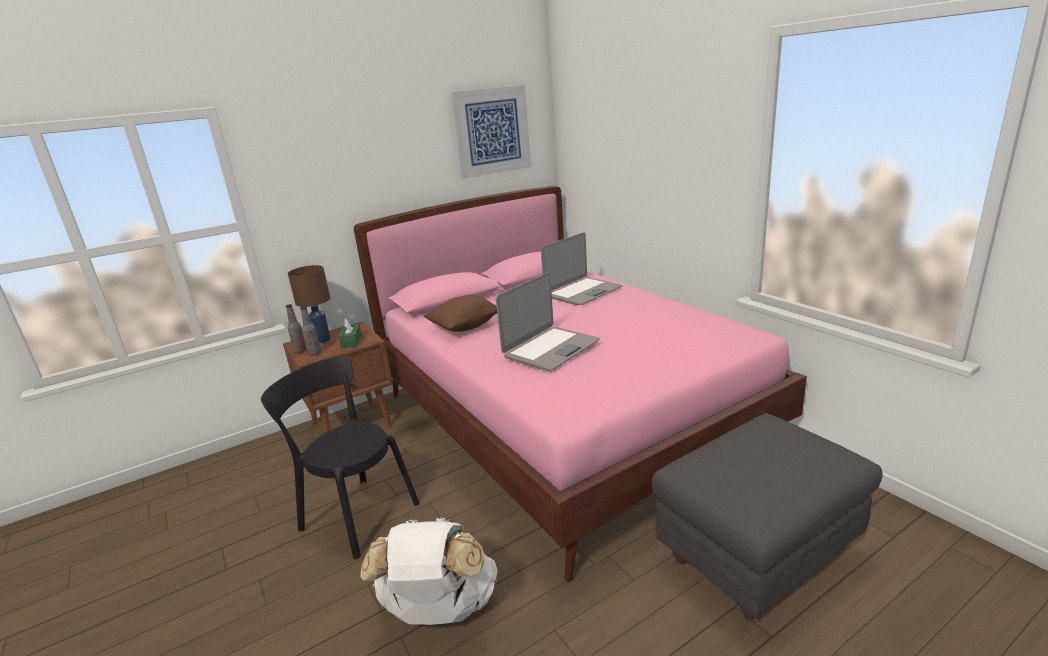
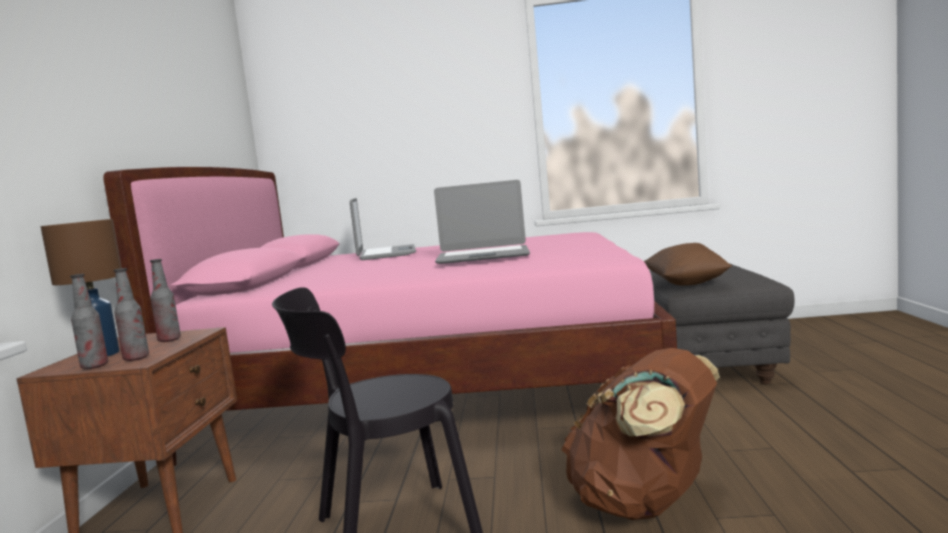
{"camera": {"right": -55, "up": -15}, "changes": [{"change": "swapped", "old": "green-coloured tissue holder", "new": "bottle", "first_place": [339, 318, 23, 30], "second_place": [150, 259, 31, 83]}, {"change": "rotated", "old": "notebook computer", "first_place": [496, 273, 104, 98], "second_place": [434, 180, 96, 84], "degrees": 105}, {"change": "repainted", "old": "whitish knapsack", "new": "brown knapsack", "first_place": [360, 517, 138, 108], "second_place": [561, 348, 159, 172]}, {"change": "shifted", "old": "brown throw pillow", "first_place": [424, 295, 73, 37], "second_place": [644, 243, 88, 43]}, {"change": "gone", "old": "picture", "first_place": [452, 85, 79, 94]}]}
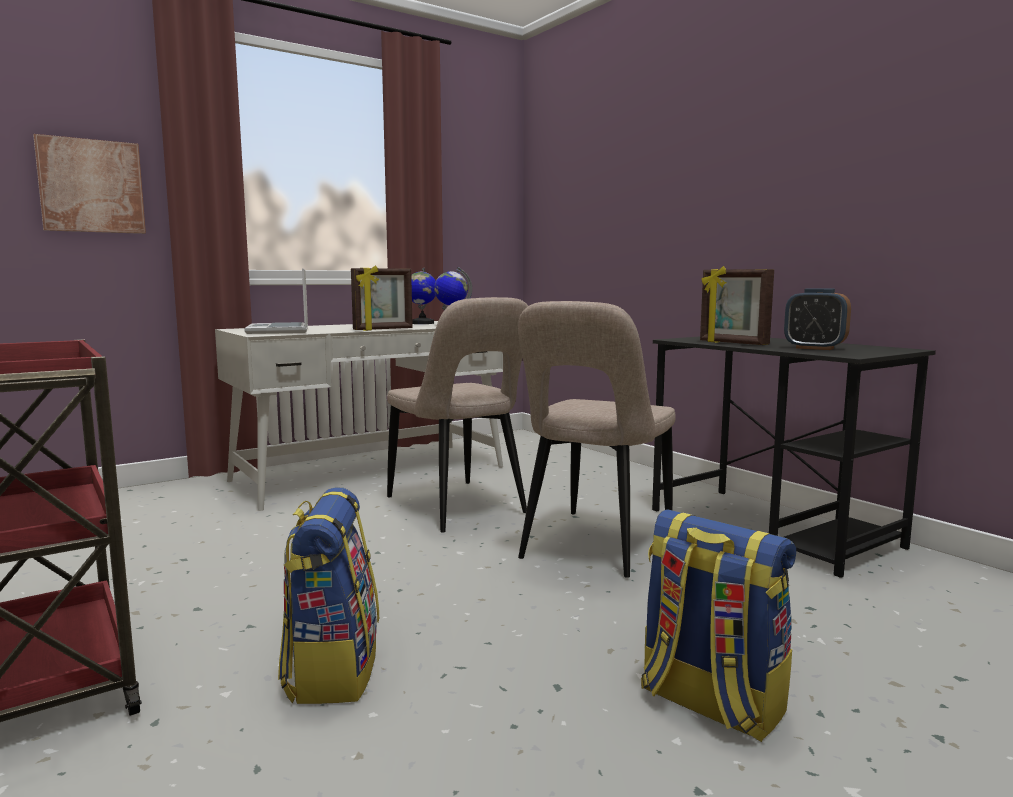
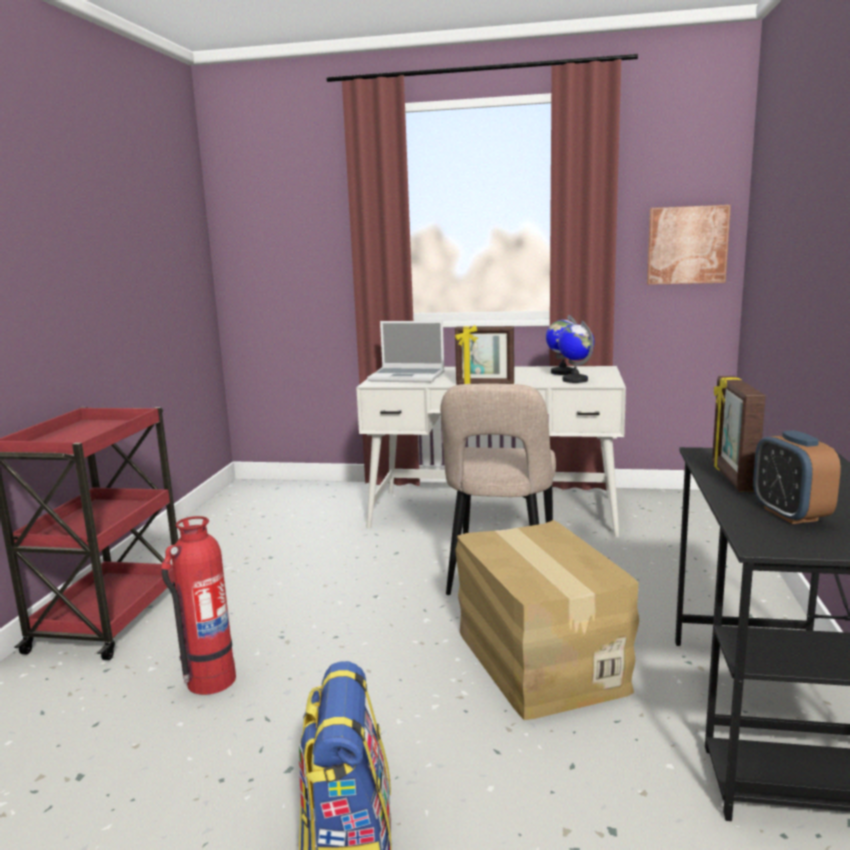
{"camera": {"right": 45, "up": 5}, "changes": [{"change": "swapped", "old": "knapsack", "new": "fire extinguisher", "first_place": [278, 487, 101, 217], "second_place": [161, 516, 75, 179]}, {"change": "rotated", "old": "notebook computer", "first_place": [244, 268, 64, 66], "second_place": [367, 321, 78, 62], "degrees": -105}, {"change": "swapped", "old": "sand-coloured chair", "new": "packing box", "first_place": [518, 301, 158, 277], "second_place": [455, 520, 184, 200]}, {"change": "shifted", "old": "picture", "first_place": [33, 134, 113, 100], "second_place": [647, 205, 84, 80]}]}
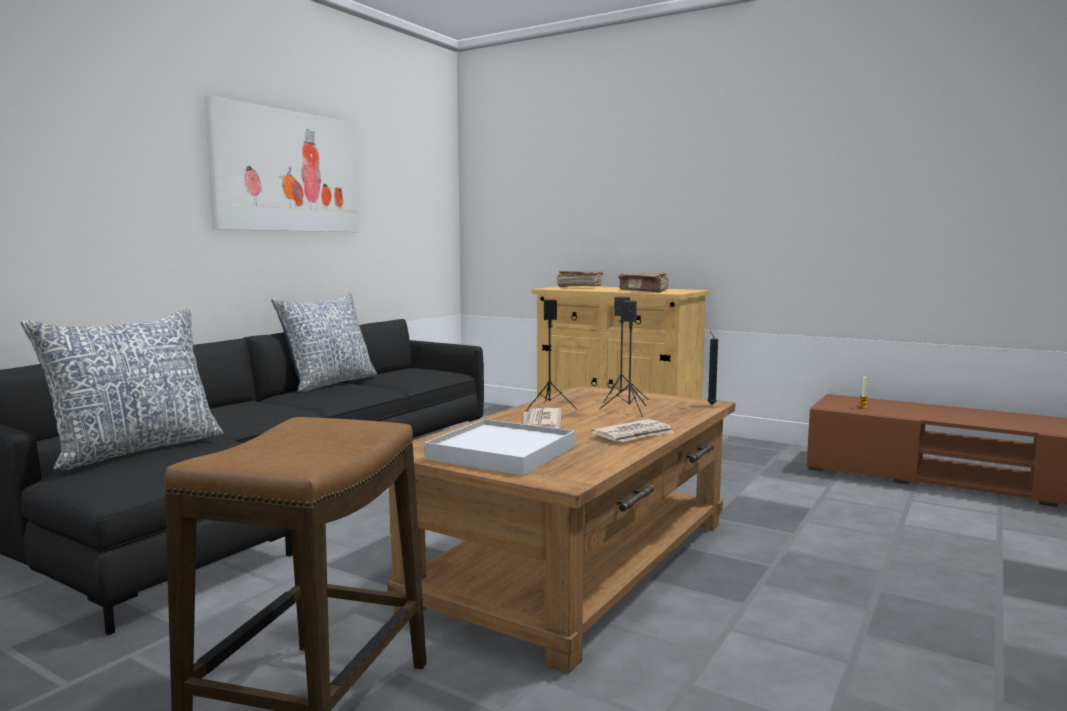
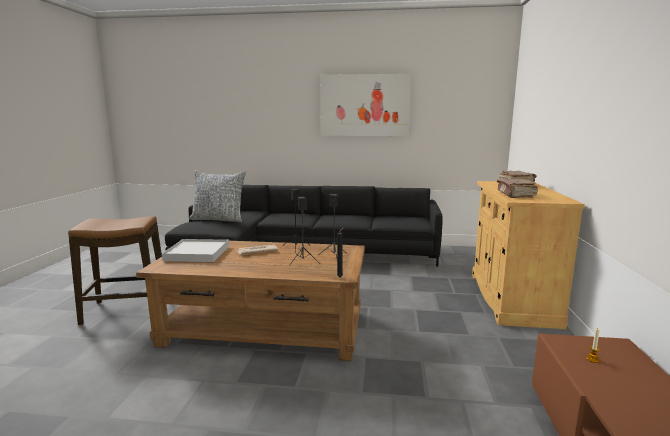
{"camera": {"right": 65, "up": 5}, "changes": [{"change": "gone", "old": "throw pillow", "first_place": [271, 292, 106, 101]}, {"change": "gone", "old": "daily paper", "first_place": [591, 419, 83, 23]}]}
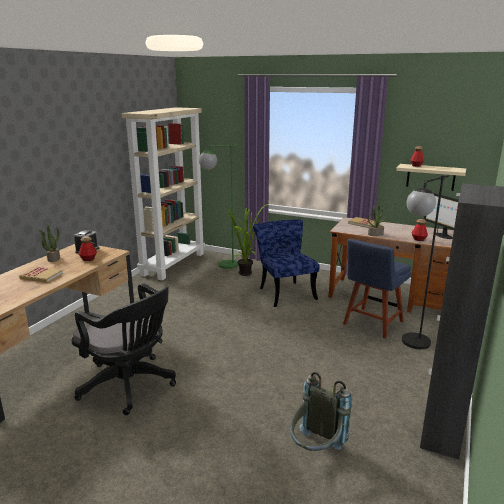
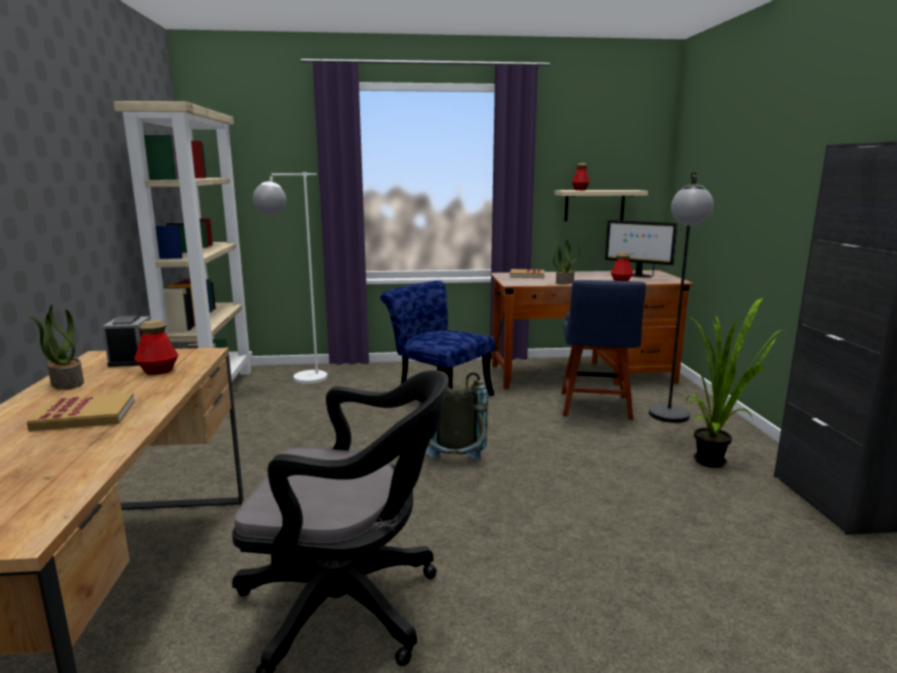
{"camera": {"right": -30, "up": -5}, "changes": [{"change": "repainted", "old": "green-coloured standard lamp", "new": "whitish standard lamp", "first_place": [199, 144, 40, 125], "second_place": [253, 172, 74, 212]}, {"change": "shifted", "old": "grey knapsack", "first_place": [290, 372, 62, 79], "second_place": [425, 372, 63, 88]}, {"change": "shifted", "old": "plant in a pot", "first_place": [228, 203, 43, 73], "second_place": [686, 298, 97, 170]}]}
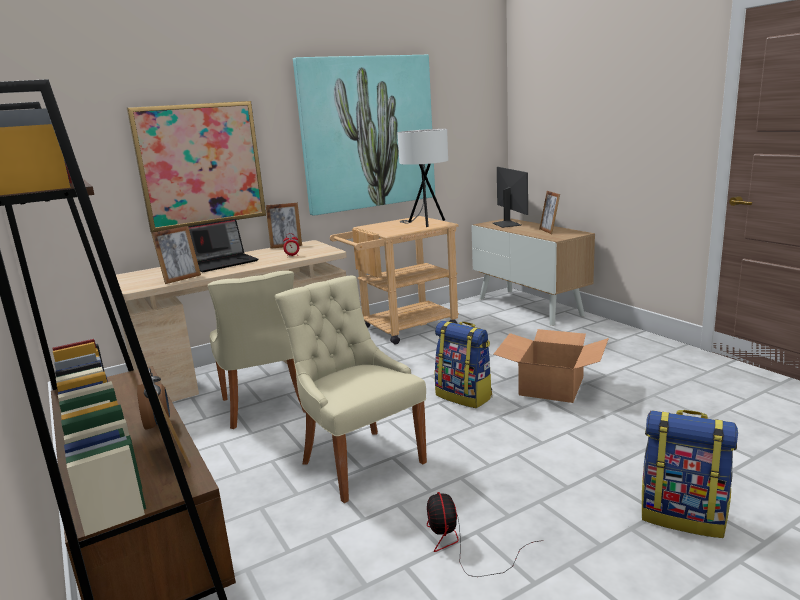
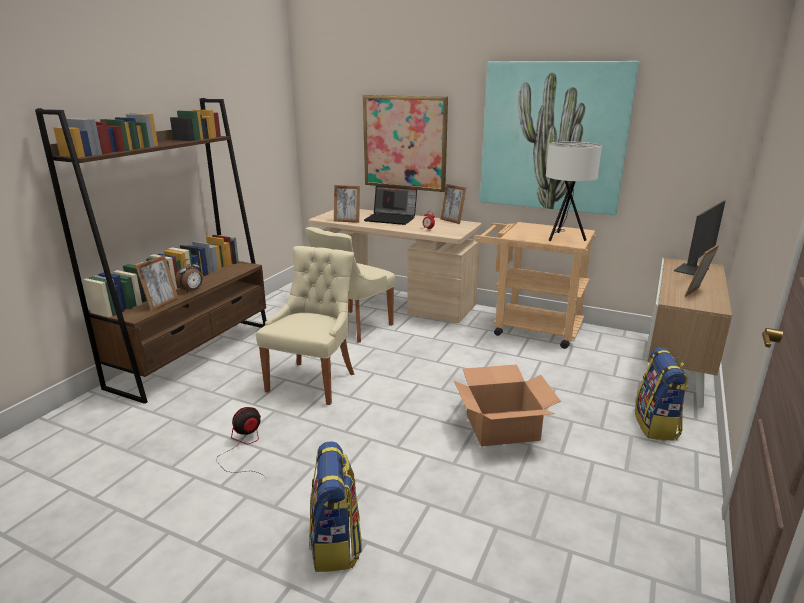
{"camera": {"right": 55, "up": 5}, "changes": [{"change": "shifted", "old": "knapsack", "first_place": [435, 321, 57, 87], "second_place": [635, 347, 53, 94]}]}
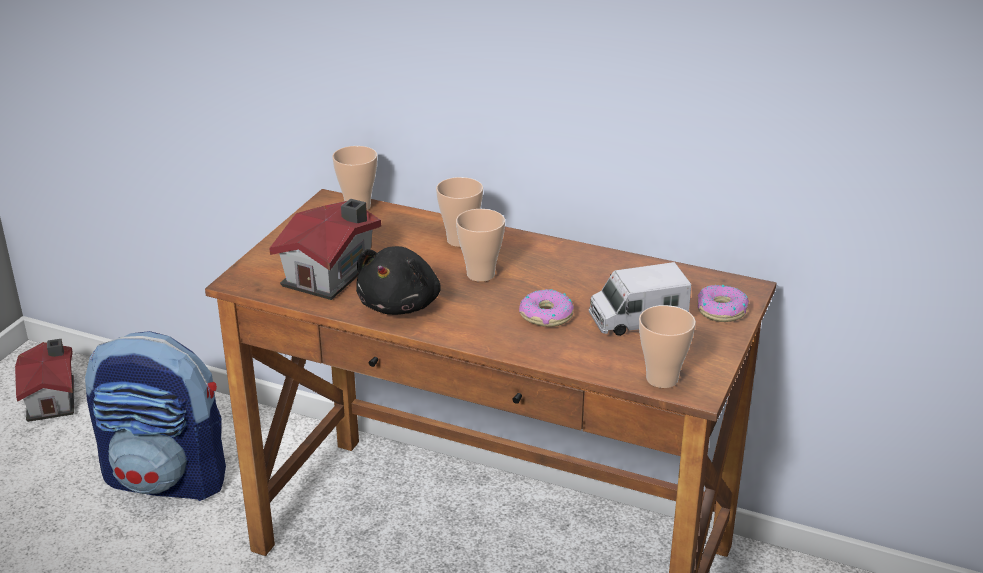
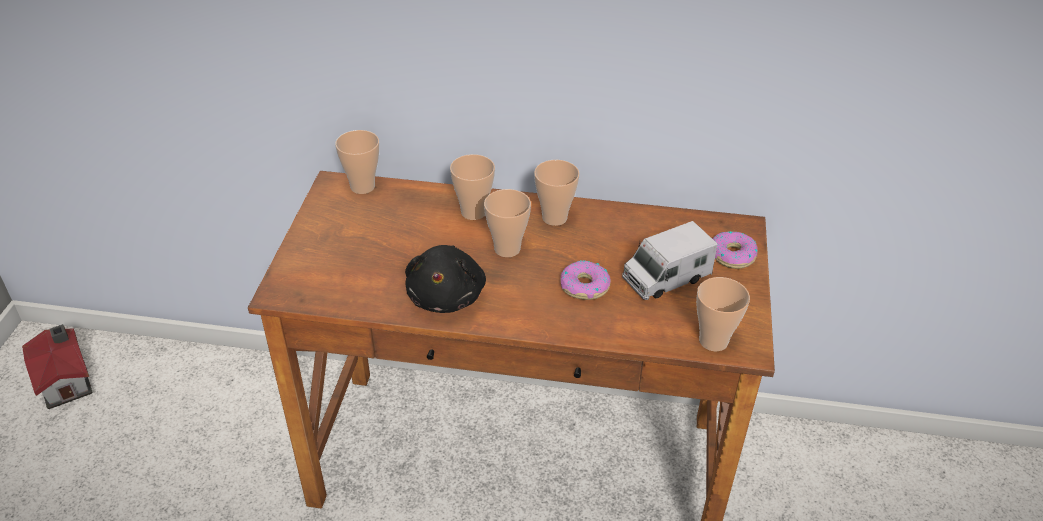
{"camera": {"right": -15, "up": 10}, "changes": [{"change": "new", "new": "small cup", "second_place": [534, 160, 46, 66]}, {"change": "gone", "old": "knapsack", "first_place": [85, 331, 141, 170]}, {"change": "gone", "old": "miniature house", "first_place": [269, 199, 112, 101]}]}
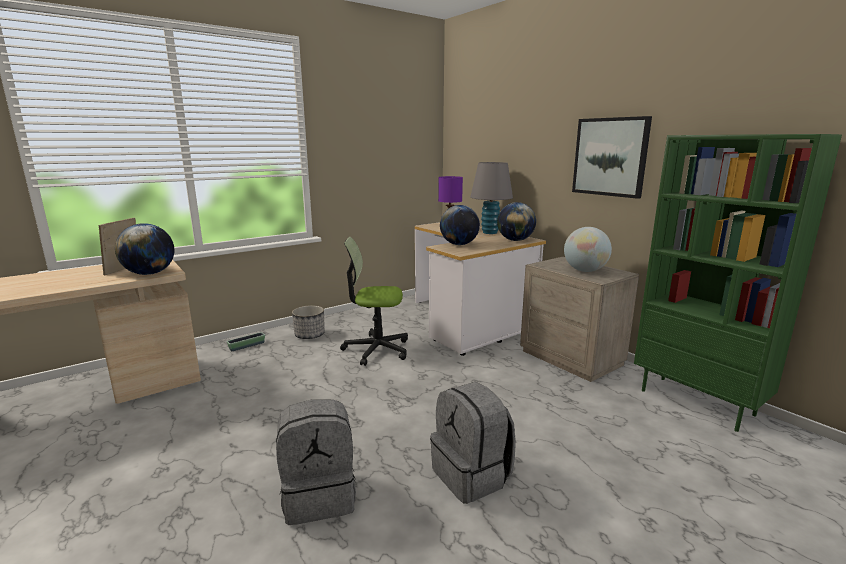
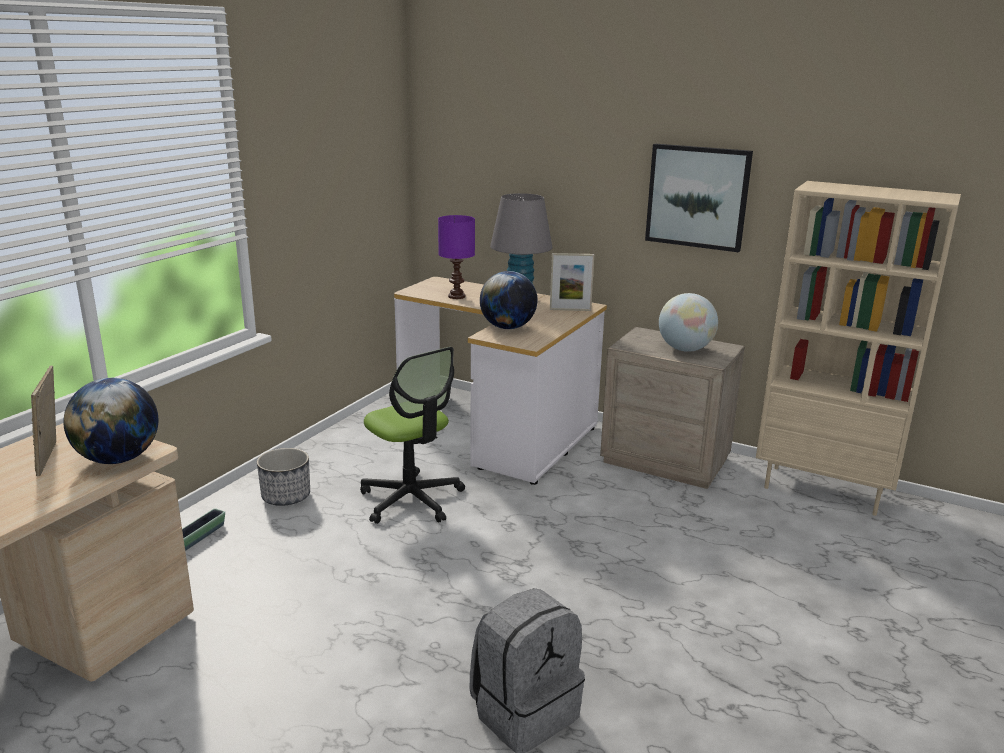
{"camera": {"right": -25, "up": 5}, "changes": [{"change": "rotated", "old": "desk chair", "first_place": [340, 237, 68, 129], "second_place": [360, 347, 105, 177], "degrees": -105}, {"change": "swapped", "old": "desk globe", "new": "photo frame", "first_place": [497, 202, 39, 39], "second_place": [550, 253, 44, 58]}, {"change": "repainted", "old": "green-coloured shelving unit", "new": "sand-coloured shelving unit", "first_place": [634, 134, 208, 298], "second_place": [756, 181, 205, 335]}, {"change": "gone", "old": "grey knapsack", "first_place": [430, 382, 86, 122]}]}
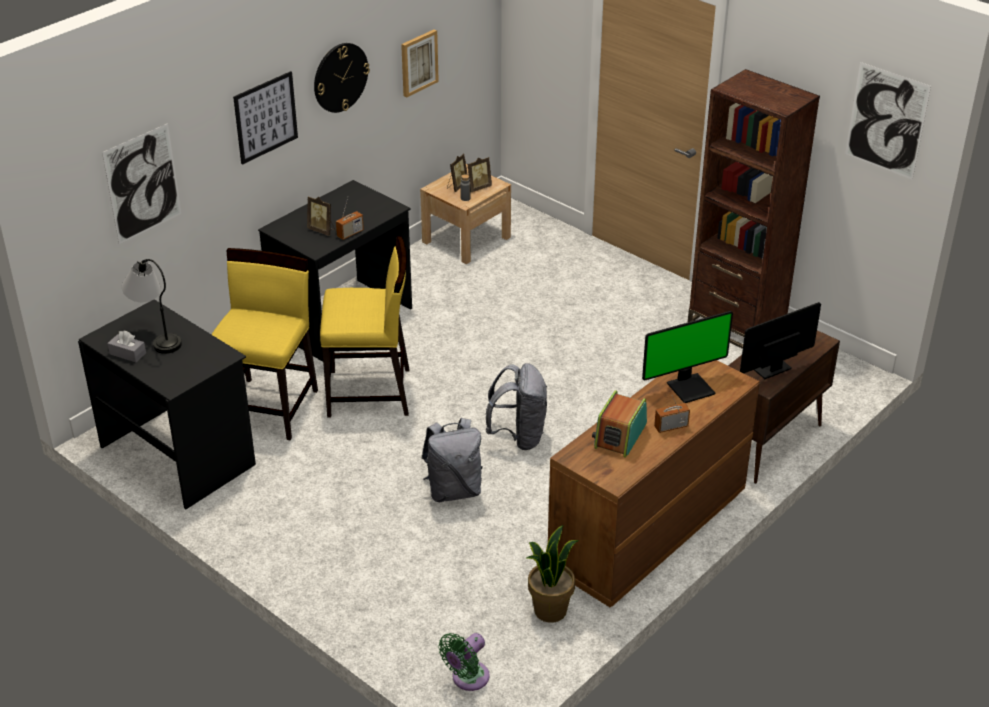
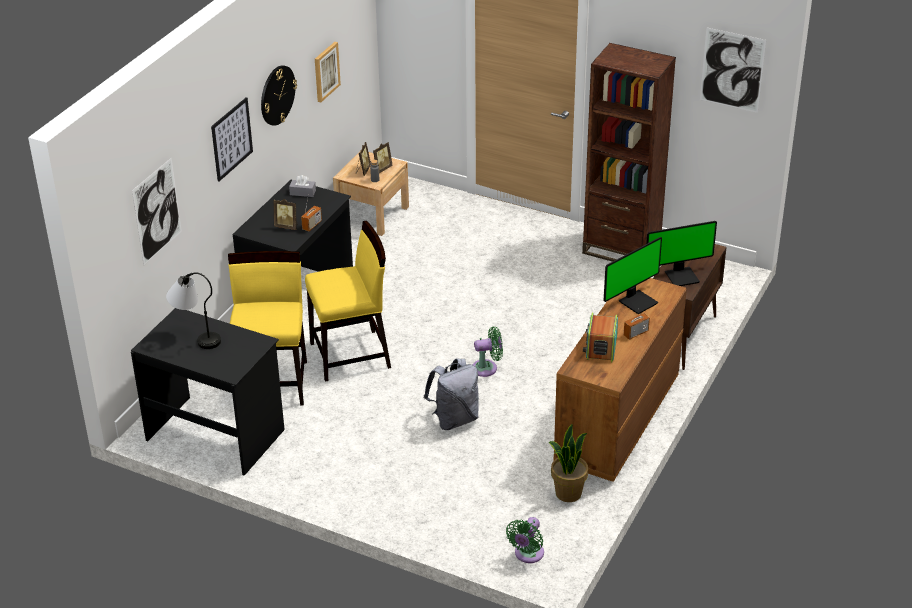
{"camera": {"right": -15, "up": 0}, "changes": [{"change": "shifted", "old": "grey tissue holder", "first_place": [108, 331, 38, 31], "second_place": [289, 175, 27, 22]}, {"change": "swapped", "old": "grey knapsack", "new": "green-coloured fan", "first_place": [486, 363, 61, 87], "second_place": [473, 327, 30, 50]}, {"change": "rotated", "old": "computer screen", "first_place": [740, 302, 81, 77], "second_place": [646, 221, 71, 65], "degrees": -150}]}
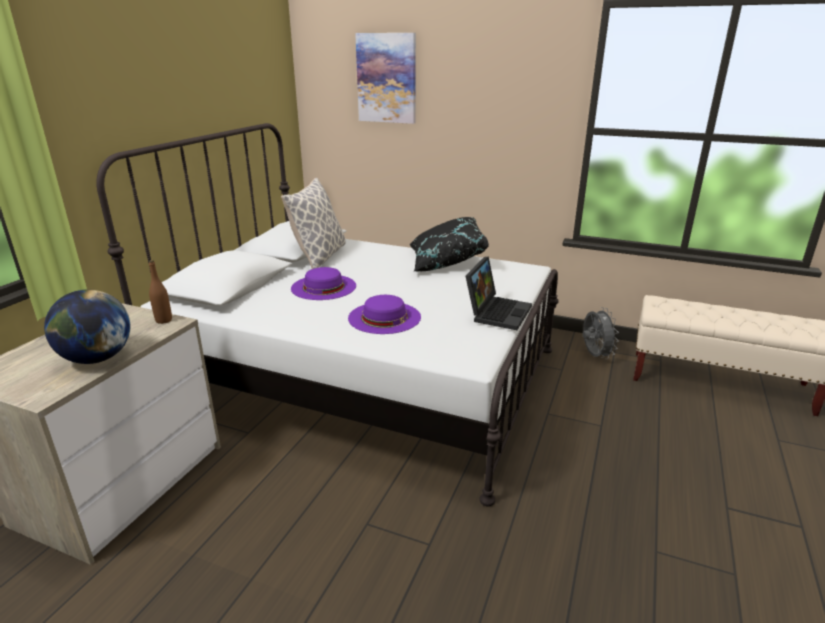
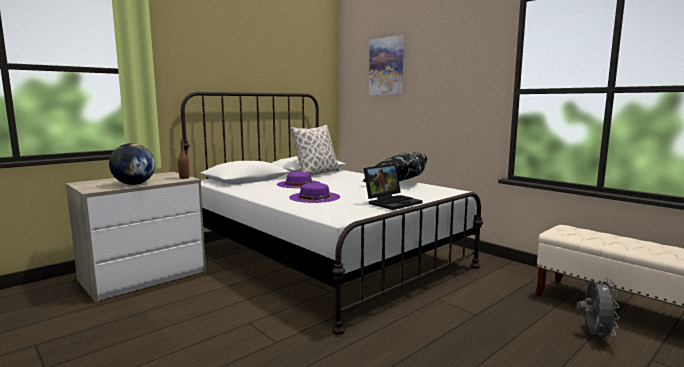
{"camera": {"right": 25, "up": -15}, "changes": [{"change": "shifted", "old": "grey fan", "first_place": [583, 307, 36, 52], "second_place": [578, 278, 42, 63]}]}
